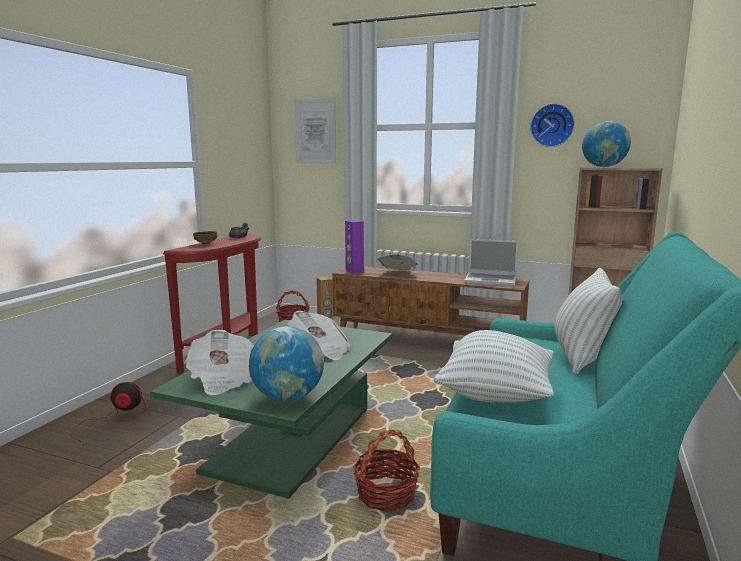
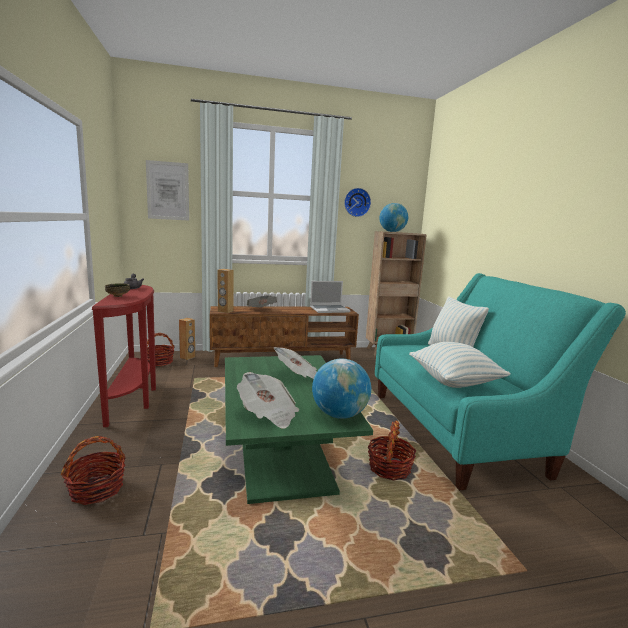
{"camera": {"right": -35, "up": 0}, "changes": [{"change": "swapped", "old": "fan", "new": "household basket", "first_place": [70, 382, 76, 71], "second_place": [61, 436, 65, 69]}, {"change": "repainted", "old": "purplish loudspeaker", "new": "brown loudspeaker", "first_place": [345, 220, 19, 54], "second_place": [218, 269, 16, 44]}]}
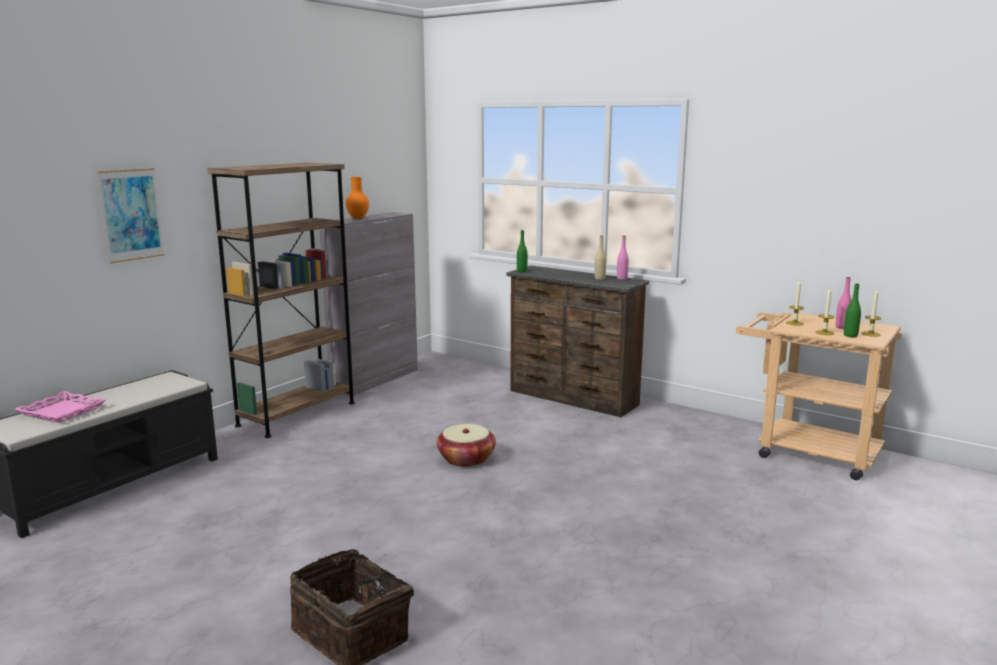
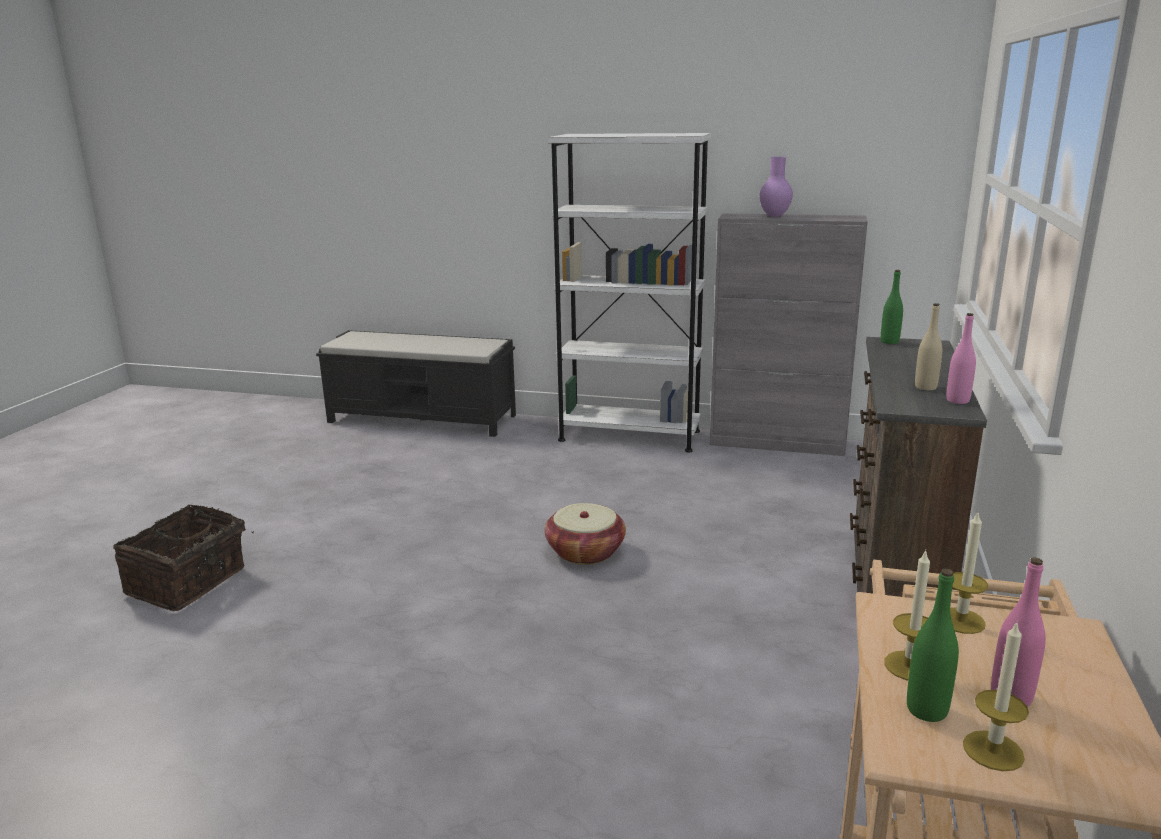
{"camera": {"right": 70, "up": 5}, "changes": [{"change": "repainted", "old": "brown shelving unit", "new": "whitish shelving unit", "first_place": [207, 163, 148, 275], "second_place": [548, 133, 163, 319]}, {"change": "repainted", "old": "orangey flower vase", "new": "purplish flower vase", "first_place": [346, 177, 23, 42], "second_place": [760, 157, 33, 60]}, {"change": "gone", "old": "pink-coloured tray", "first_place": [14, 391, 92, 32]}, {"change": "gone", "old": "picture", "first_place": [97, 168, 68, 96]}]}
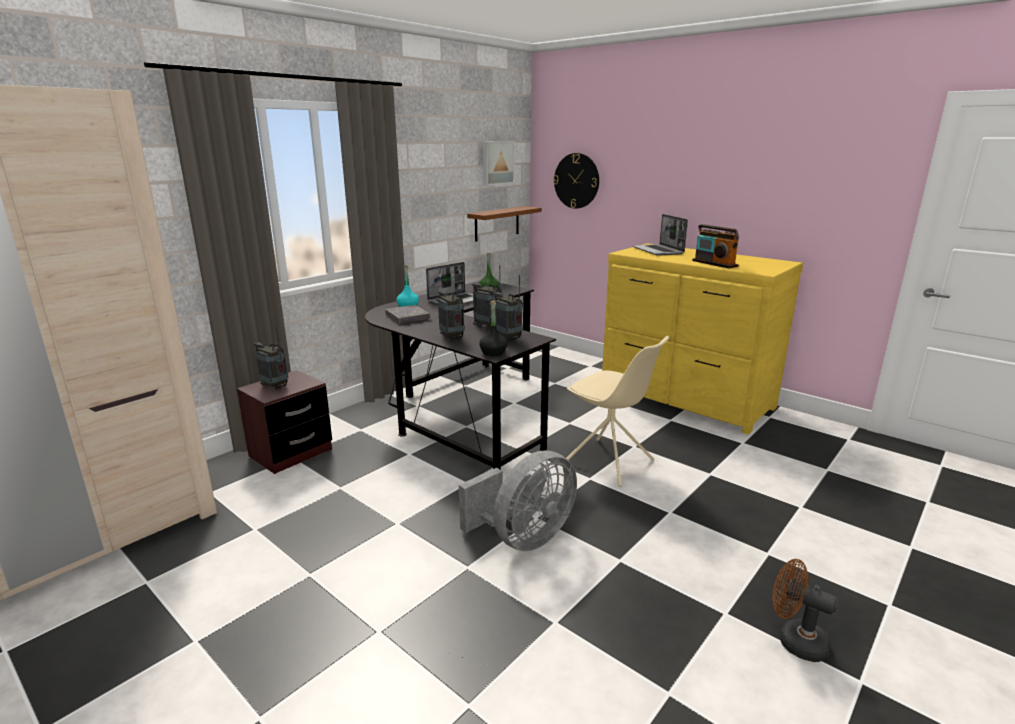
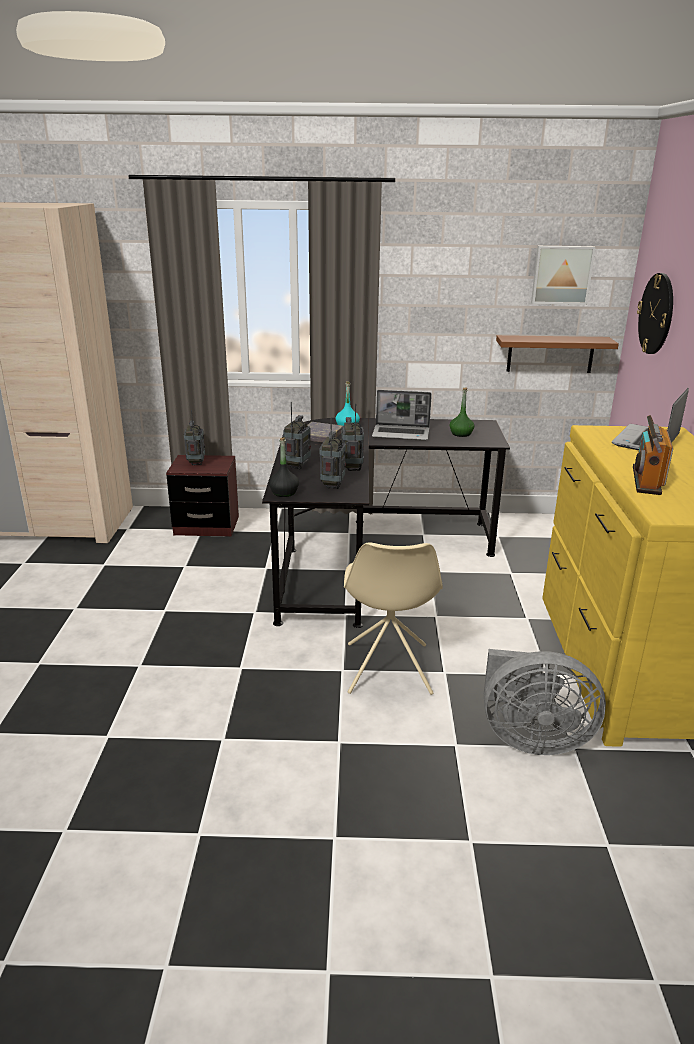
{"camera": {"right": 50, "up": 5}, "changes": [{"change": "shifted", "old": "grey fan", "first_place": [459, 451, 118, 100], "second_place": [484, 649, 122, 106]}, {"change": "gone", "old": "brown fan", "first_place": [772, 559, 66, 103]}]}
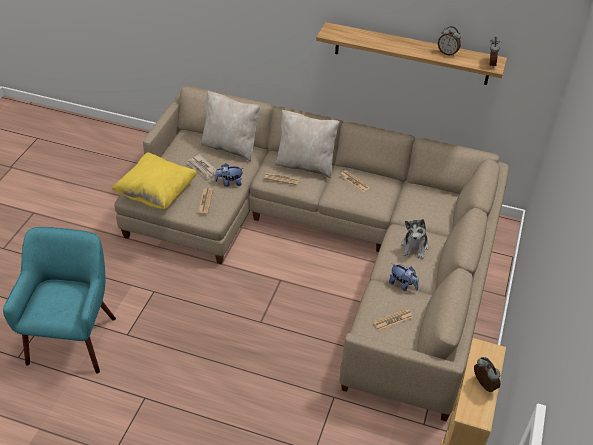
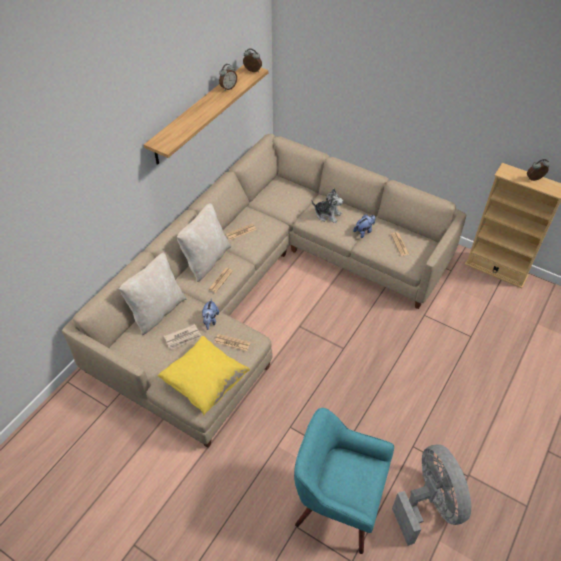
{"camera": {"right": -75, "up": 5}, "changes": [{"change": "new", "new": "grey fan", "second_place": [392, 445, 79, 101]}]}
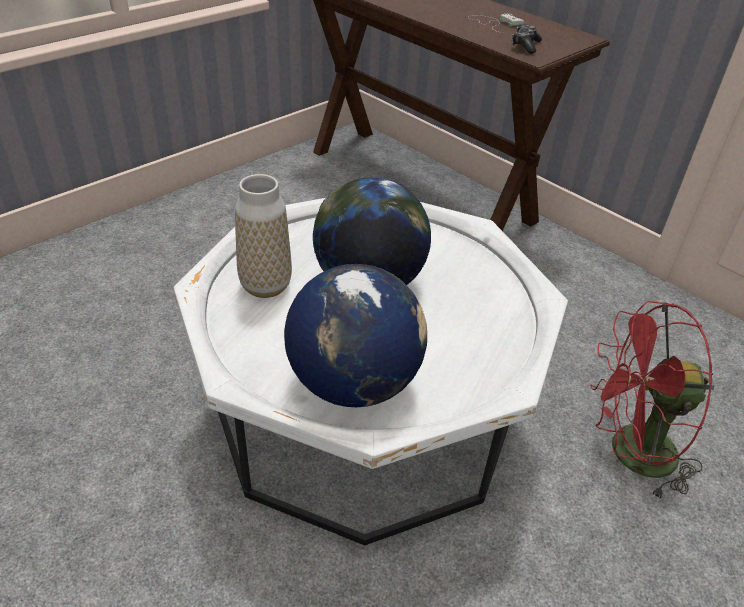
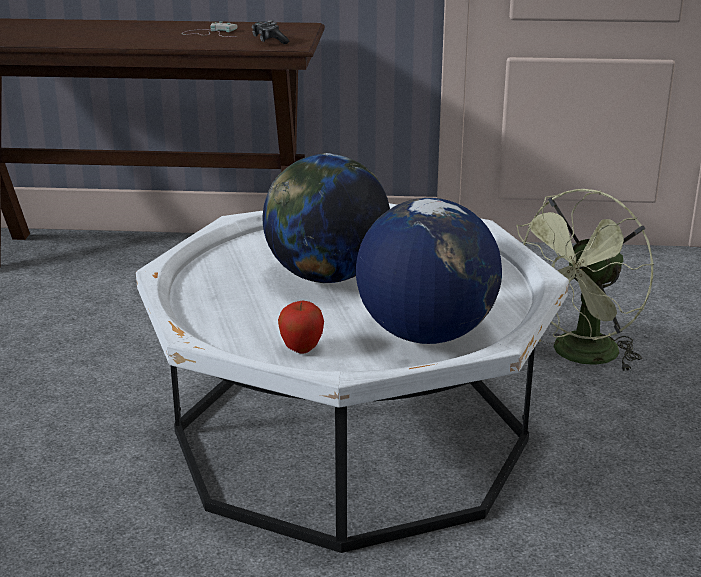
{"camera": {"right": -40, "up": -15}, "changes": [{"change": "new", "new": "whole apple", "second_place": [278, 301, 46, 53]}, {"change": "repainted", "old": "red-coloured fan", "new": "green-coloured fan", "first_place": [590, 301, 124, 200], "second_place": [516, 189, 138, 184]}, {"change": "gone", "old": "flower vase", "first_place": [235, 174, 57, 124]}]}
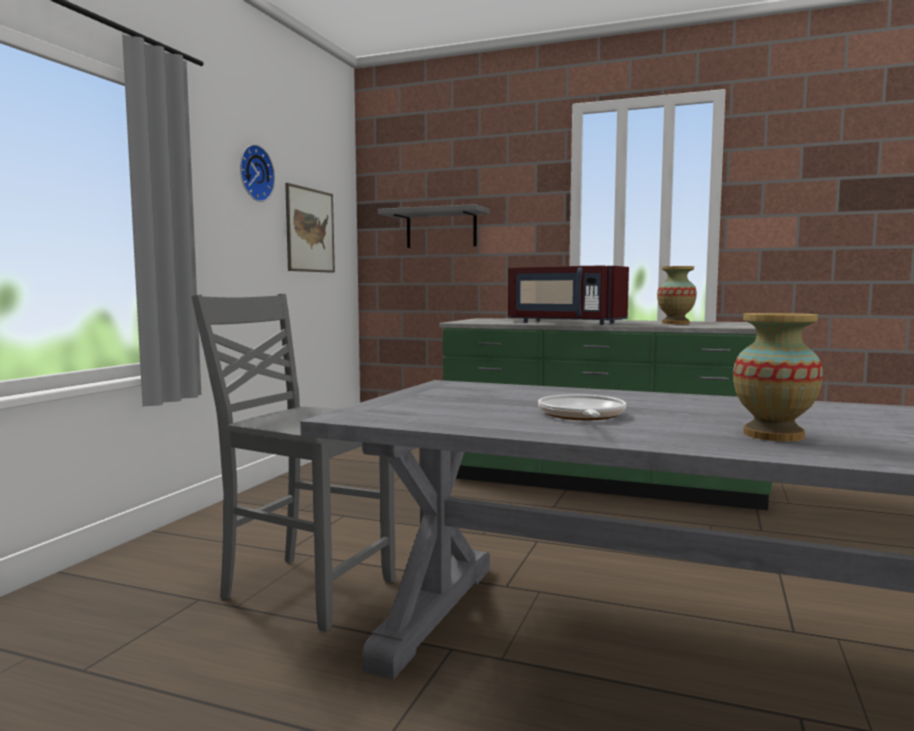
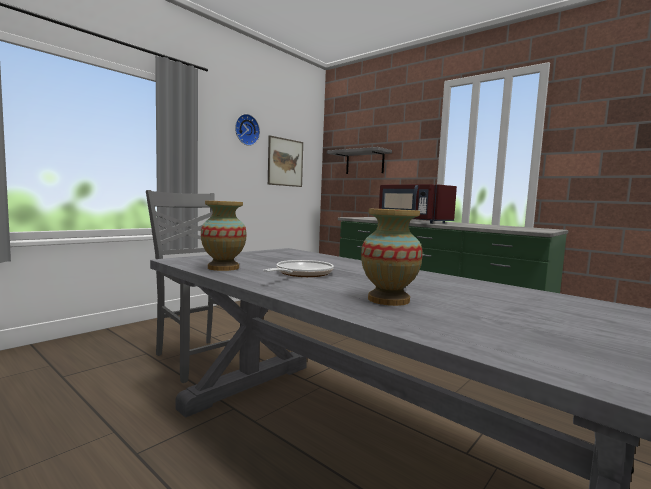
{"camera": {"right": 20, "up": 0}, "changes": [{"change": "shifted", "old": "flower vase", "first_place": [657, 266, 40, 58], "second_place": [201, 201, 46, 70]}]}
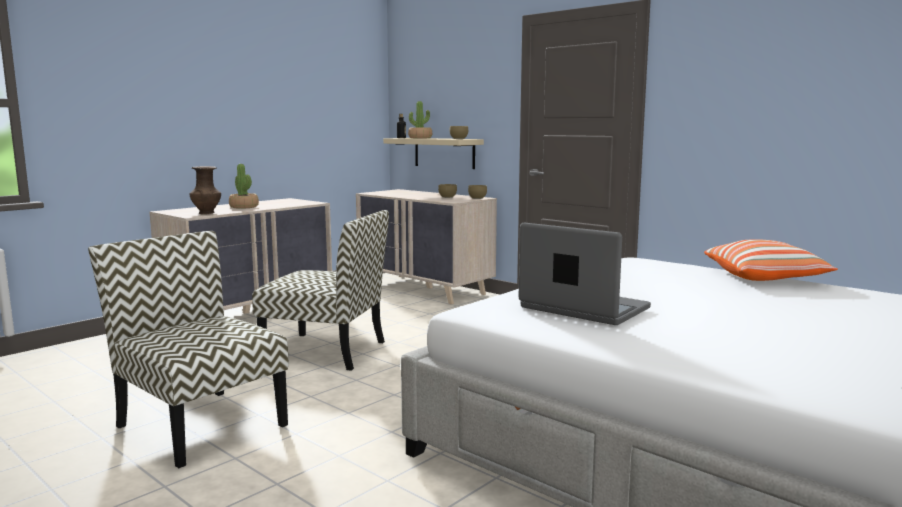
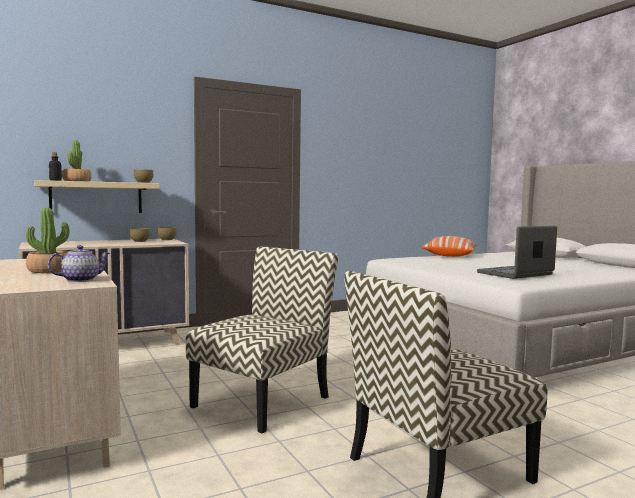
{"camera": {"right": -70, "up": -5}, "changes": [{"change": "swapped", "old": "brown flower vase", "new": "tea pot", "first_place": [190, 166, 31, 48], "second_place": [48, 245, 62, 37]}]}
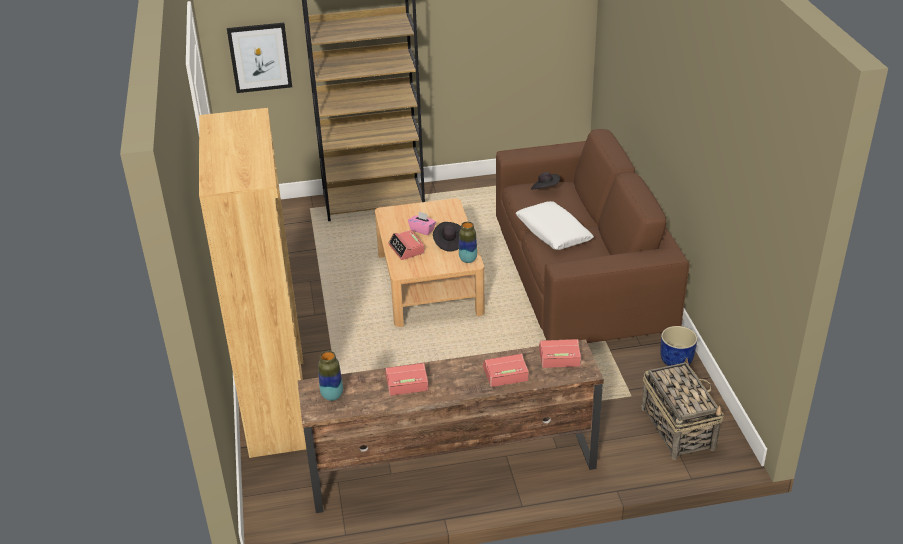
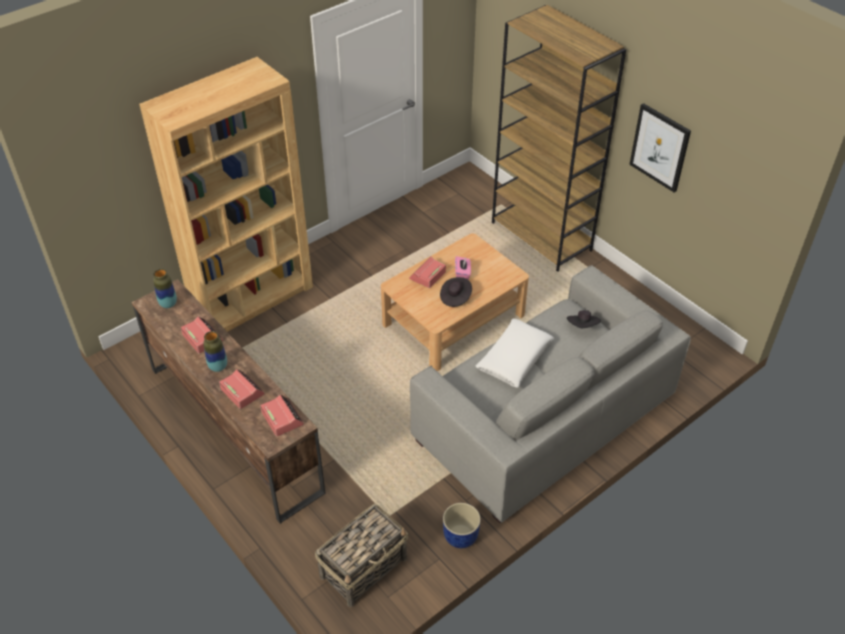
{"camera": {"right": 60, "up": 10}, "changes": [{"change": "shifted", "old": "flower vase", "first_place": [459, 222, 18, 41], "second_place": [203, 331, 24, 41]}, {"change": "repainted", "old": "brown sofa", "new": "grey sofa", "first_place": [496, 129, 193, 214], "second_place": [410, 265, 281, 258]}, {"change": "shifted", "old": "picture", "first_place": [227, 23, 65, 70], "second_place": [629, 103, 62, 90]}]}
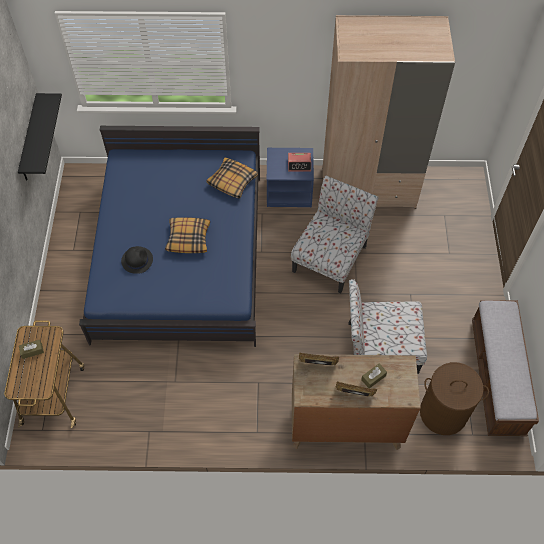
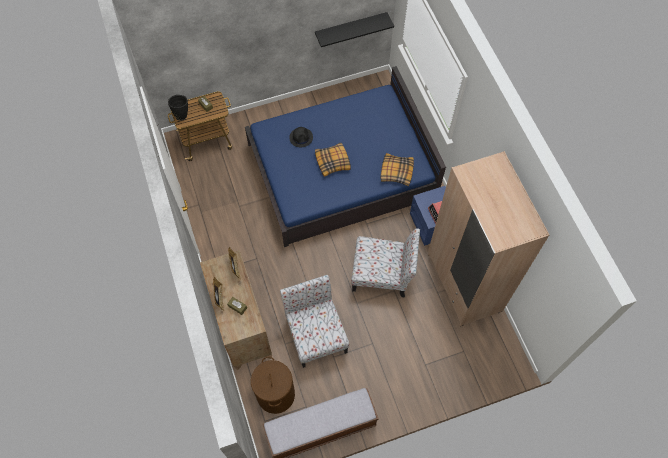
{"camera": {"right": 70, "up": 5}, "changes": [{"change": "new", "new": "black flower vase", "second_place": [168, 95, 20, 26]}]}
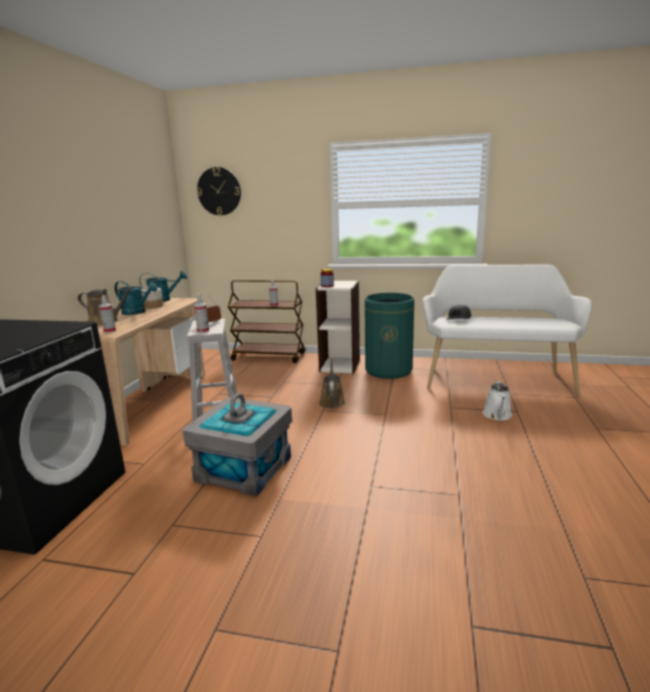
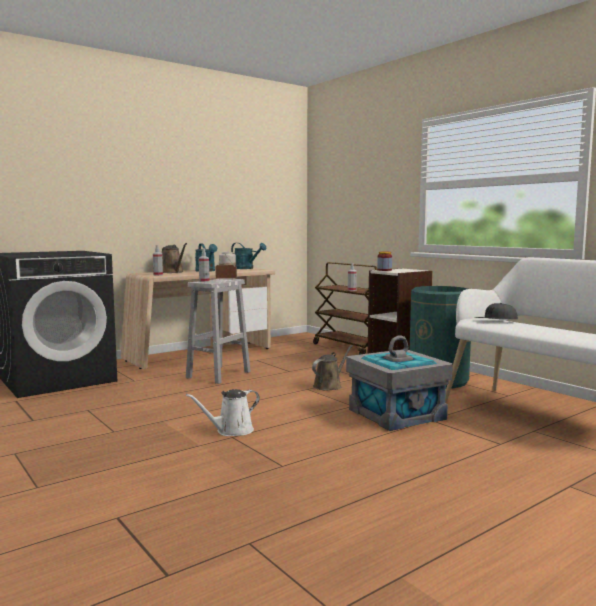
{"camera": {"right": 40, "up": -10}, "changes": [{"change": "shifted", "old": "whitish watering pot", "first_place": [483, 381, 30, 39], "second_place": [186, 389, 74, 47]}, {"change": "shifted", "old": "grey storage bin", "first_place": [182, 393, 110, 103], "second_place": [346, 335, 107, 96]}, {"change": "gone", "old": "hanging clock", "first_place": [197, 167, 44, 48]}]}
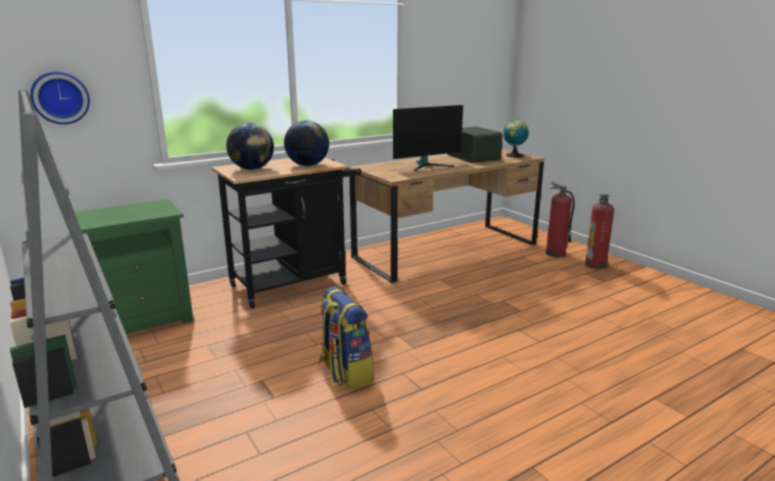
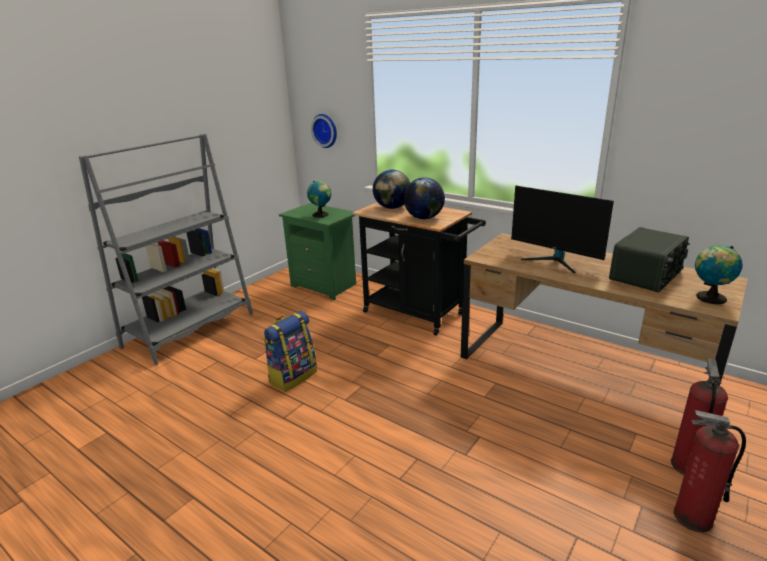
{"camera": {"right": 70, "up": 5}, "changes": [{"change": "new", "new": "desk globe", "second_place": [307, 181, 24, 36]}]}
